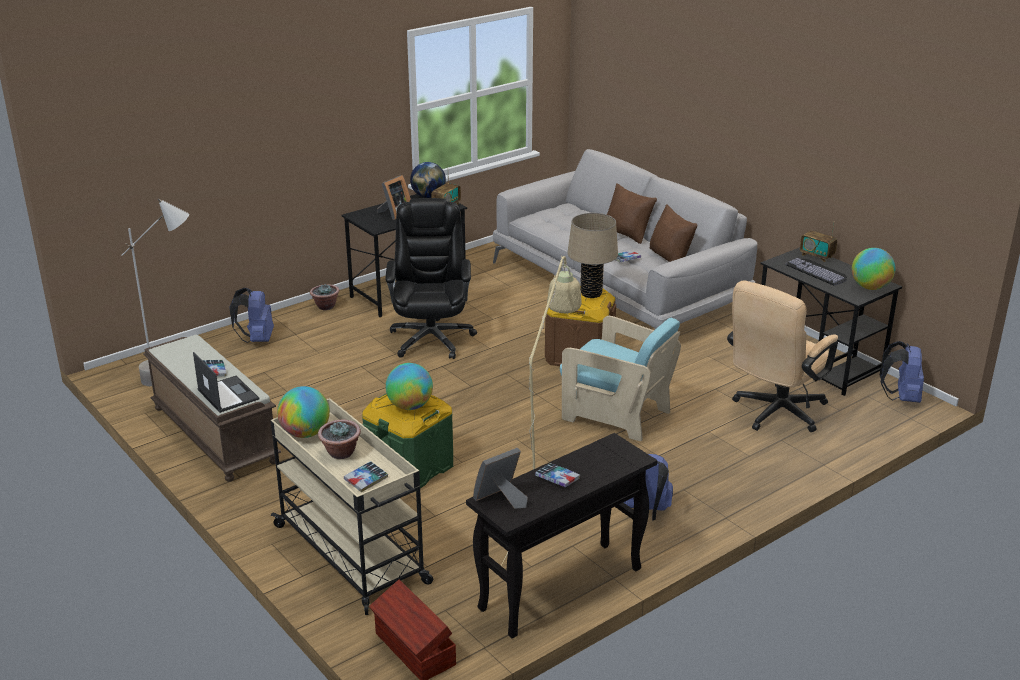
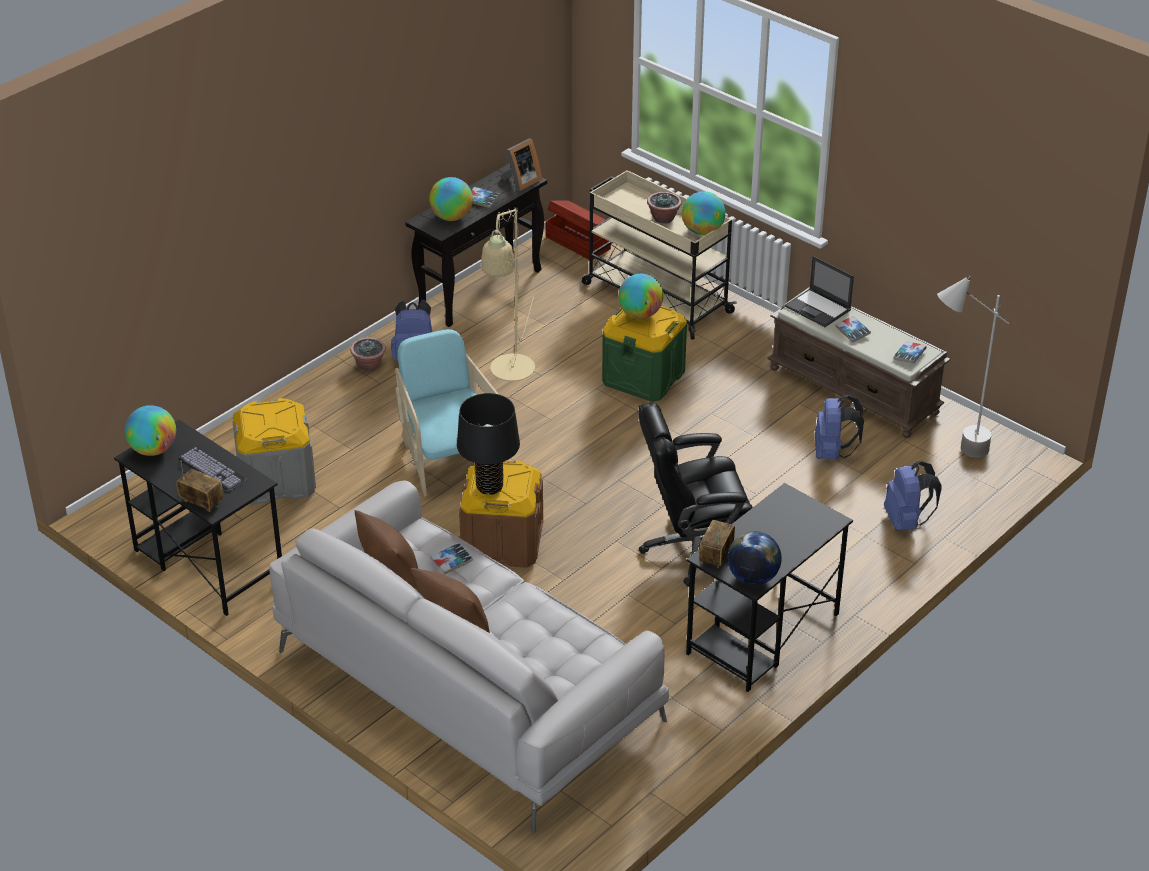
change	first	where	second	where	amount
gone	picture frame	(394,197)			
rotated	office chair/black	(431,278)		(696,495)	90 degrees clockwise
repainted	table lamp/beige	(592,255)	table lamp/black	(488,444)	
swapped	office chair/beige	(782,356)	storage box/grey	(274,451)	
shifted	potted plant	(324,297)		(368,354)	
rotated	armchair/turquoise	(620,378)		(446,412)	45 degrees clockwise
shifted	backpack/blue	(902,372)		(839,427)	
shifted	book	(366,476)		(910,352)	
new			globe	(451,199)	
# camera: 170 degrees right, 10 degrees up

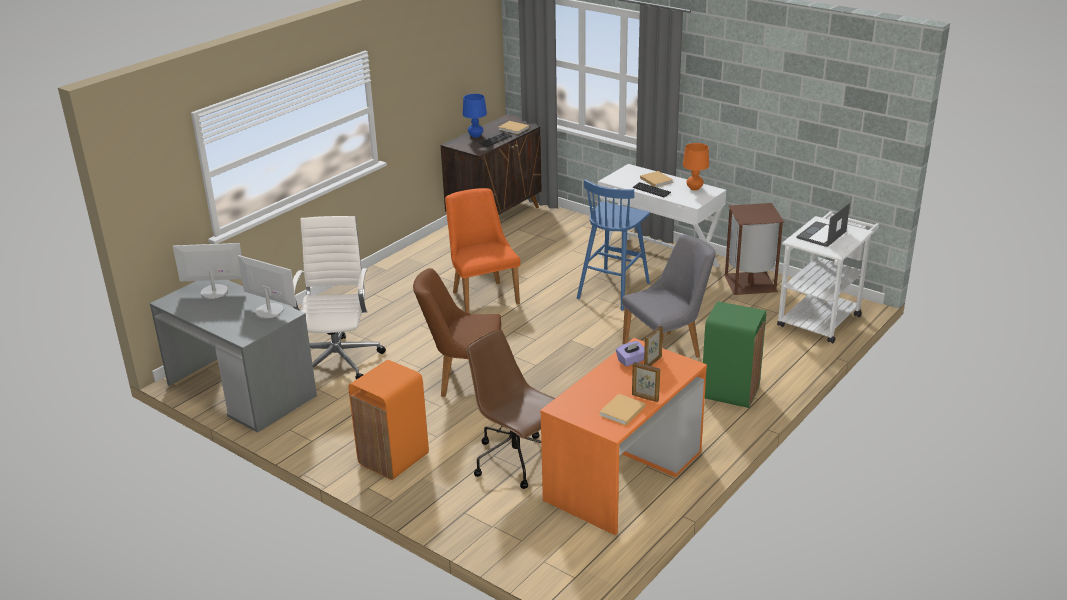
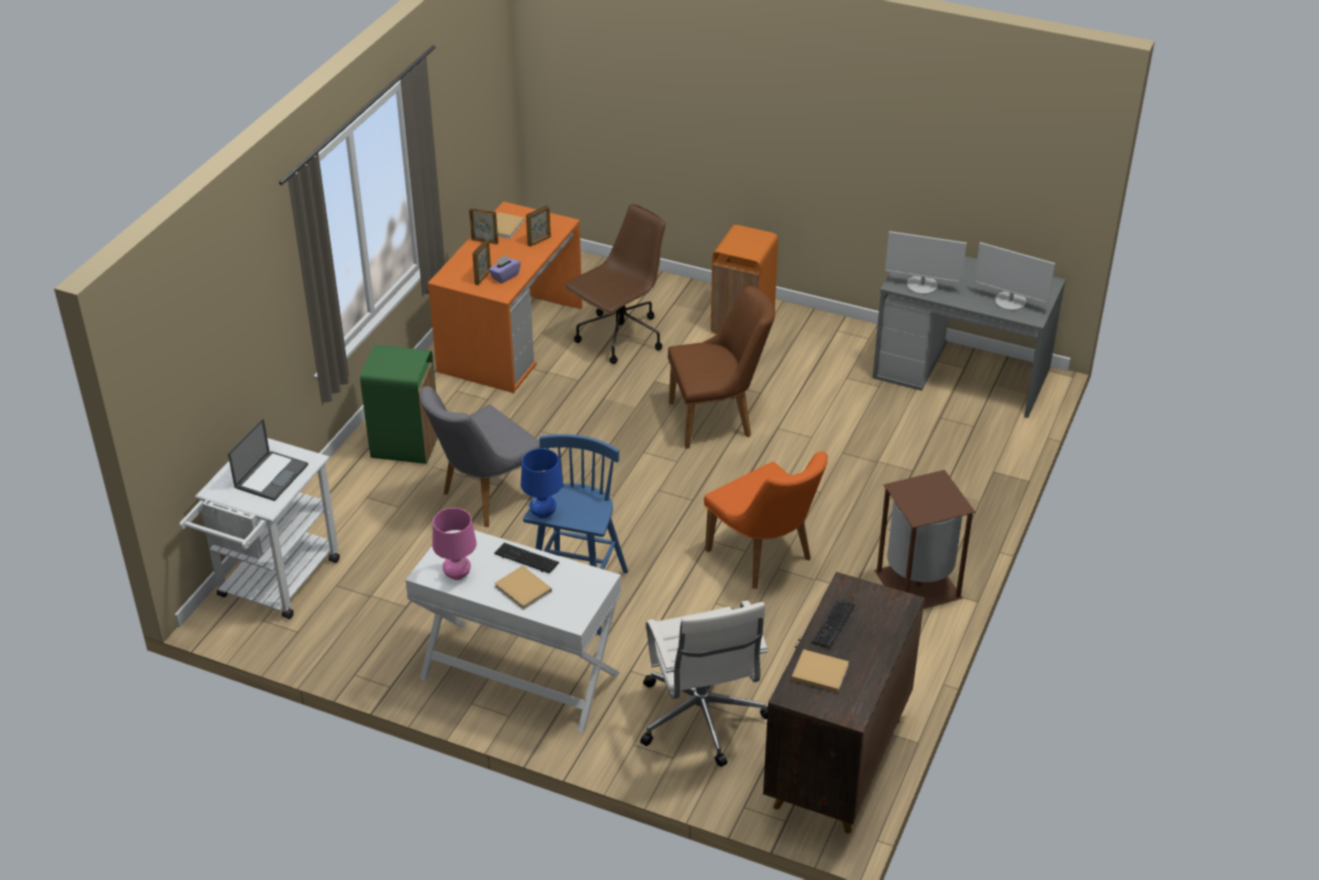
change	first	where	second	where	amount
shifted	table lamp/blue	(475,116)		(542,483)	
repainted	table lamp/orange	(696,167)	table lamp/pink	(454,544)	
shifted	trash can/brown	(754,249)		(925,539)	
shifted	office chair/white	(339,298)		(704,683)	
rotated	monitor	(207,271)		(1014,276)	45 degrees clockwise
rotated	office chair/brown	(510,409)		(615,284)	75 degrees counterclockwise
new			picture frame	(538,226)	
# camera: 165 degrees right, 10 degrees up

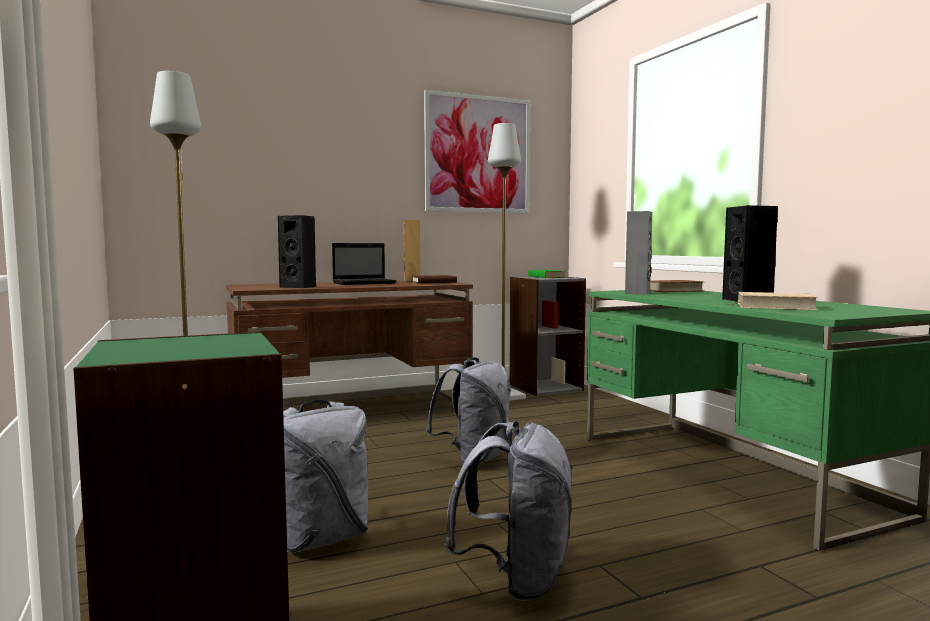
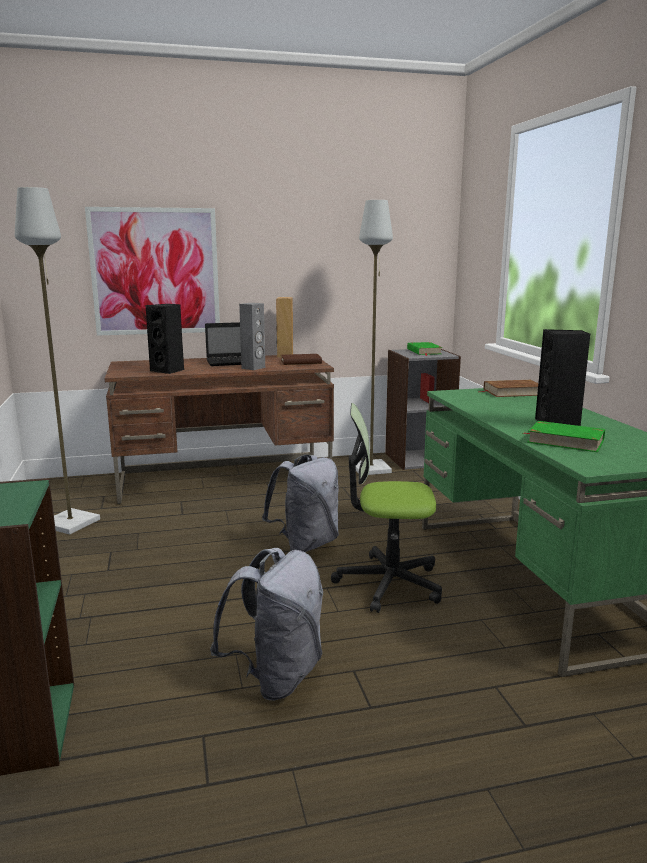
change	first	where	second	where	amount
shifted	picture	(477,151)		(152,271)	
shifted	speaker/grey	(638,252)		(252,336)	
repainted	book/beige	(772,301)	book/green	(564,436)	
gone	backpack/grey	(325,476)			
new			office chair	(386,508)	
# camera: 10 degrees right, 10 degrees up

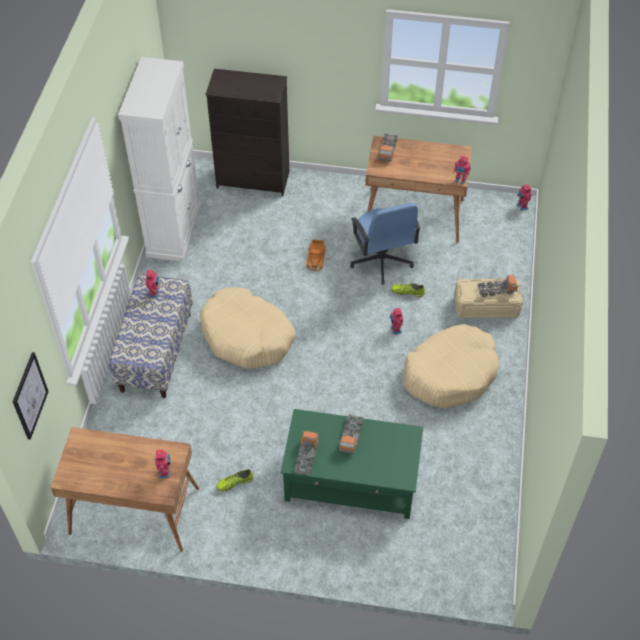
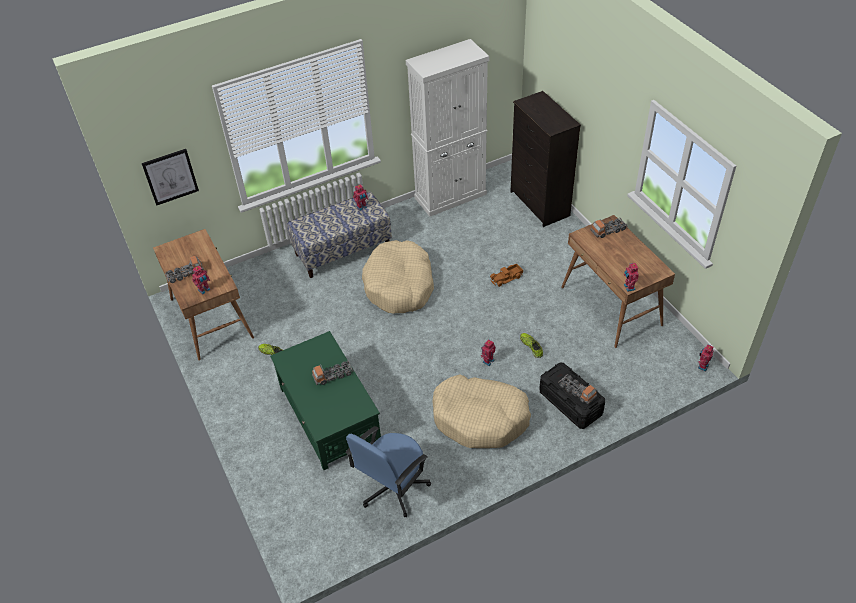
change	first	where	second	where	amount
shifted	office chair/blue	(385,244)		(388,471)	
repainted	storage box/beige	(488,298)	storage box/black	(572,396)	
shifted	toy truck	(306,453)		(184,269)	
# camera: 55 degrees right, 5 degrees down

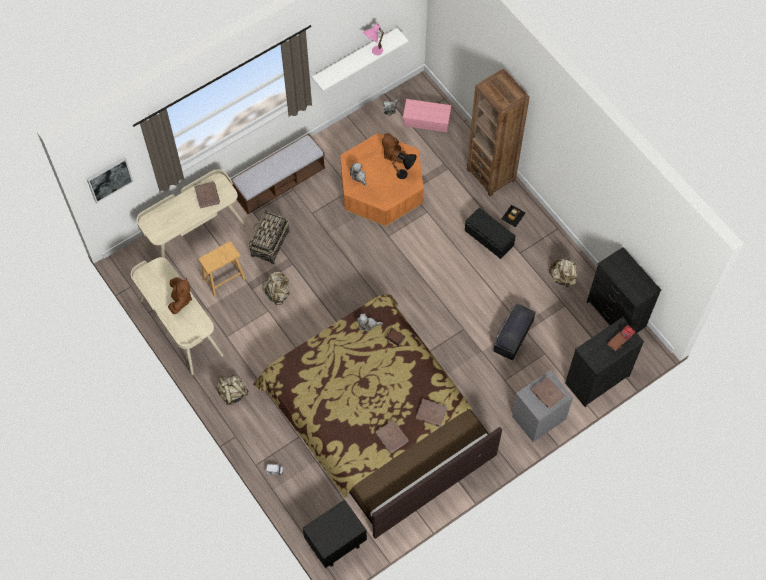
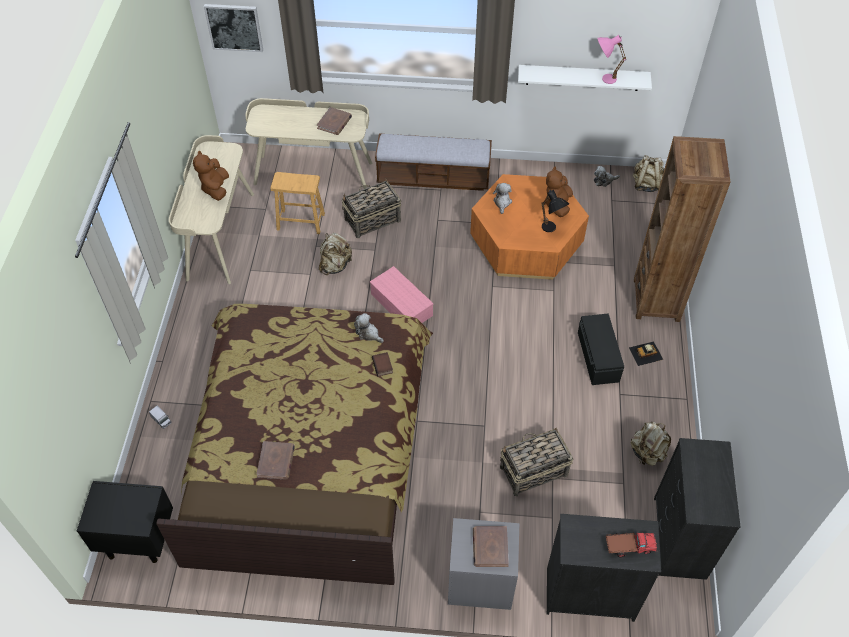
change	first	where	second	where	amount
shifted	storage box/pink	(427,115)		(402,294)	
rotated	plush toy/brown	(180,295)		(211,176)	135 degrees clockwise
swapped	storage box/black	(514,332)	basket	(536,462)	
shifted	backpack/beige	(232,390)		(648,173)	
gone	book/brown	(431,413)			
# camera: 40 degrees right, 10 degrees down

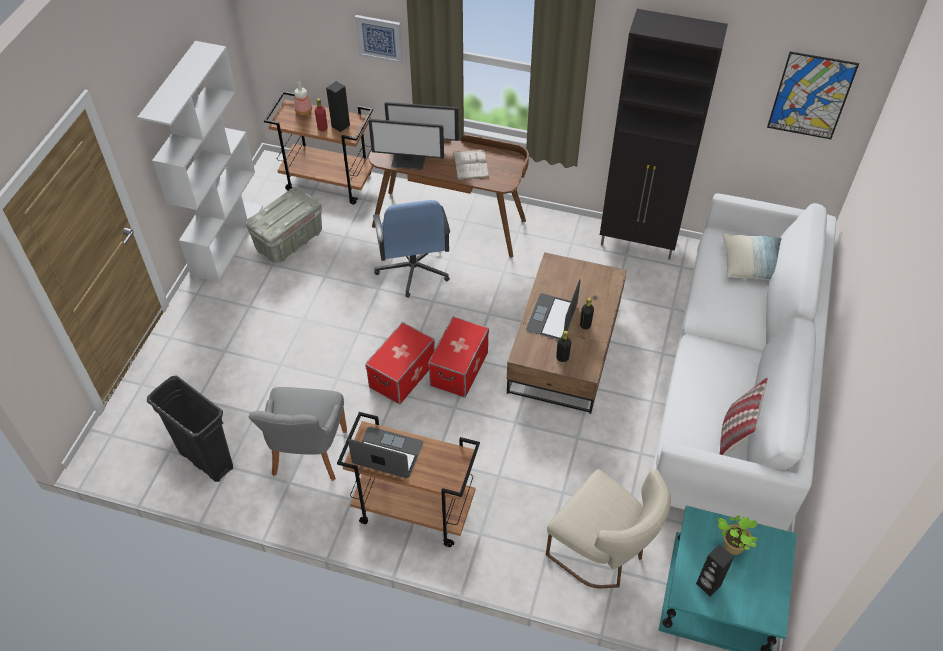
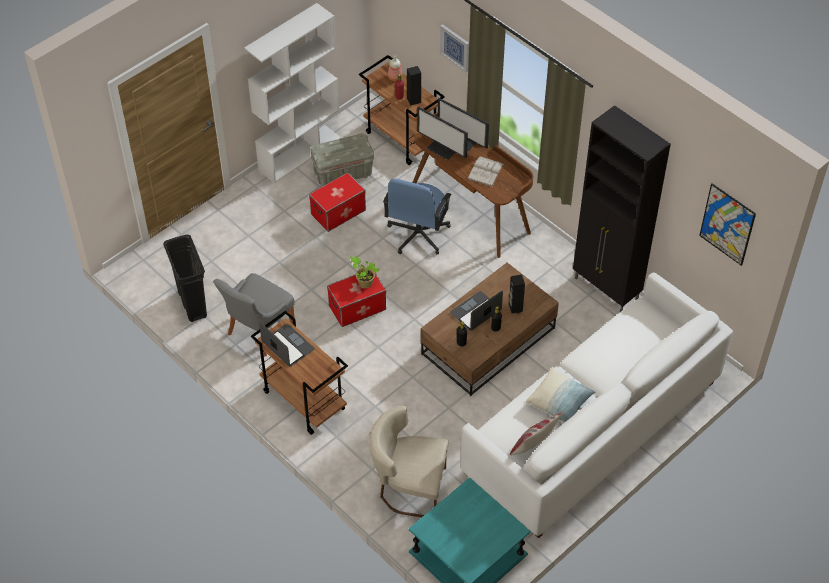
change	first	where	second	where	amount
shifted	pillow	(752,256)		(560,395)	
shifted	storage box	(458,357)		(337,202)	
rotated	chair/beige	(608,528)		(408,461)	120 degrees clockwise
shifted	potted plant	(737,535)		(364,272)	
shifted	speaker/black	(715,570)		(517,293)	
# camera: 30 degrees right, 0 degrees up

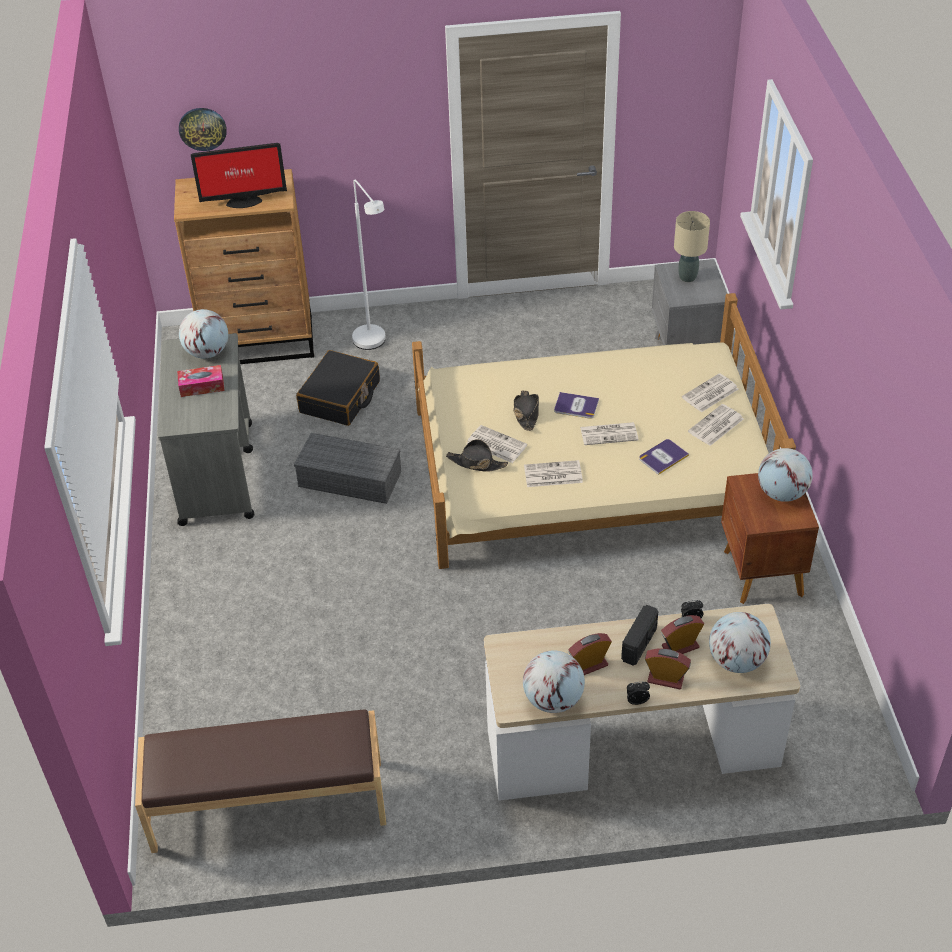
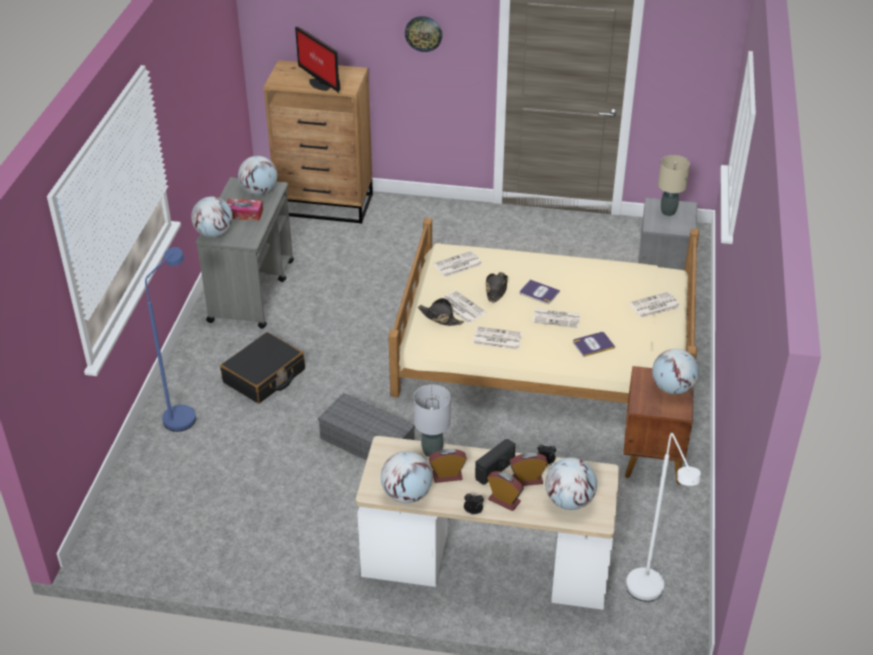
change	first	where	second	where	amount
shifted	wall clock	(203,129)		(423,34)	
rotated	monitor	(239,175)		(317,60)	45 degrees clockwise
shifted	floor lamp/white	(369,265)		(663,517)	
shifted	suitcase/black	(338,388)		(262,367)	
shifted	newspaper	(716,425)		(457,264)	
shifted	storage box/grey	(347,468)		(366,427)	
gone	bench/brown	(260,781)			
new			globe	(212,217)	
new			floor lamp/blue	(170,339)	
new			table lamp/grey	(432,420)	
# camera: 15 degrees right, 5 degrees down

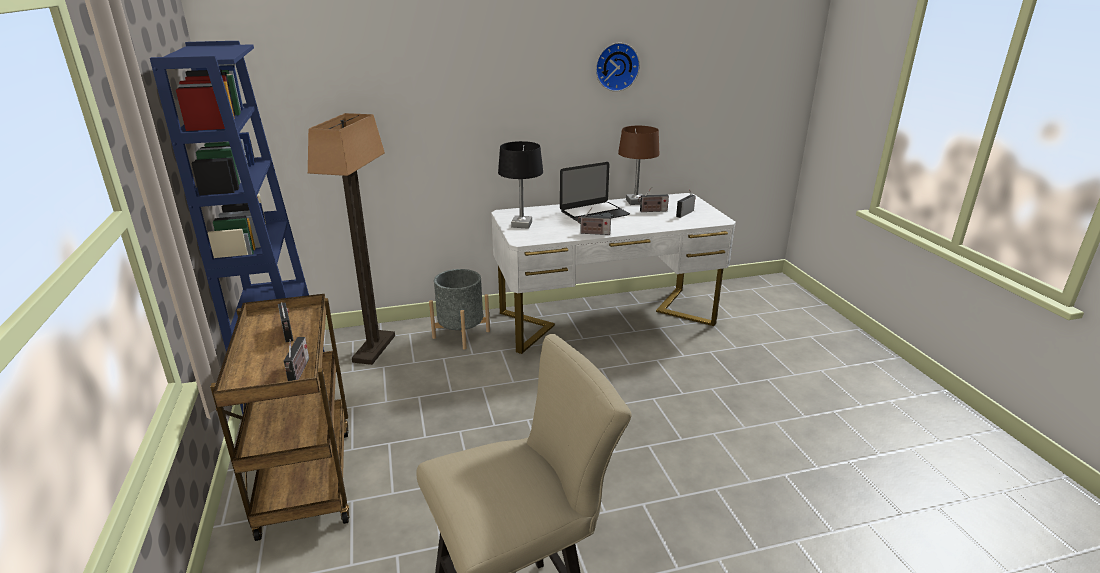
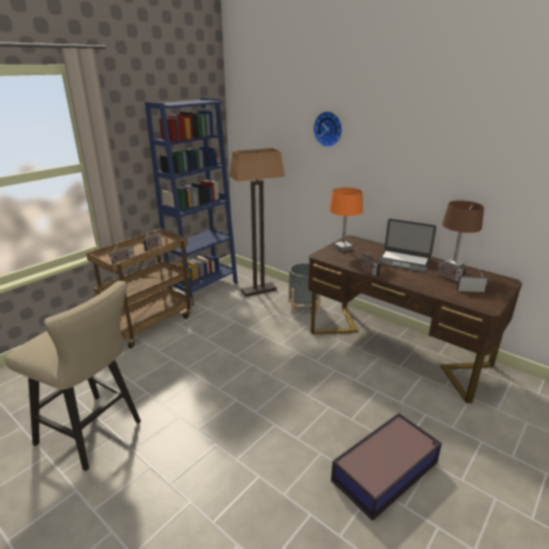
change	first	where	second	where	amount
shifted	wall clock	(618,67)		(327,129)	
repainted	table lamp/black	(520,185)	table lamp/orange	(346,219)	
repainted	desk/white	(613,273)	desk/brown	(415,319)	
new			storage box	(386,467)	
# camera: 55 degrees right, 0 degrees up

